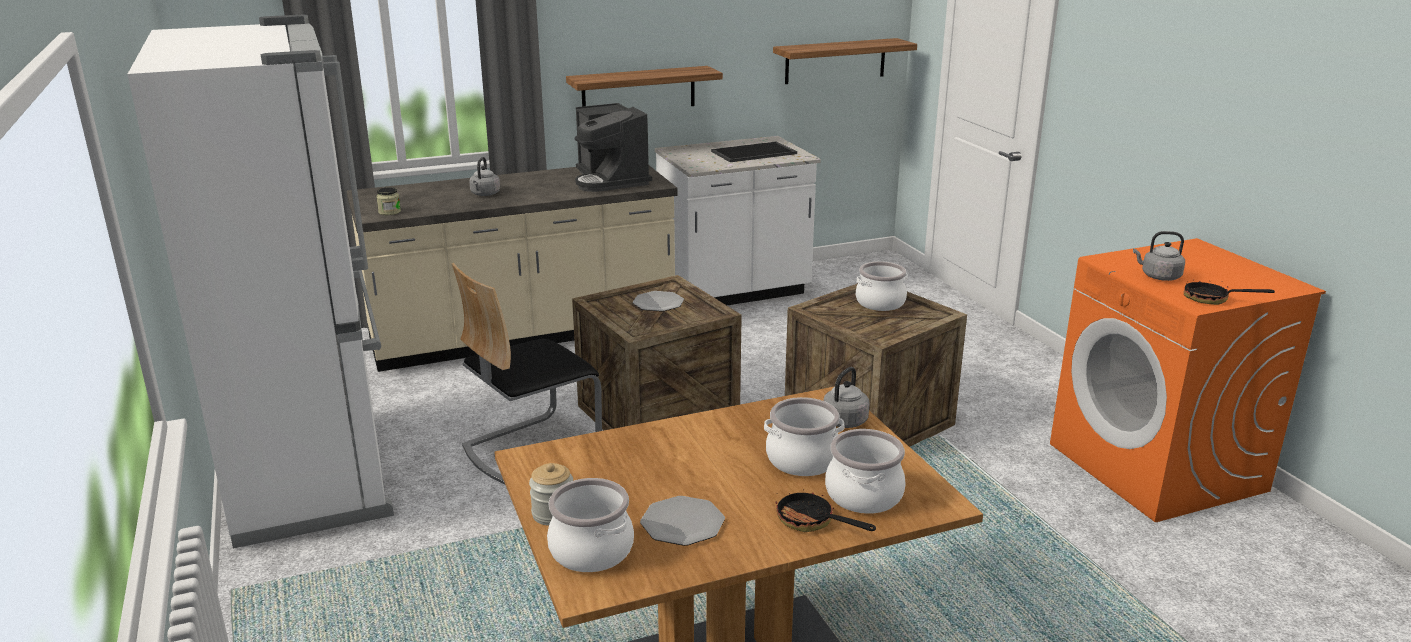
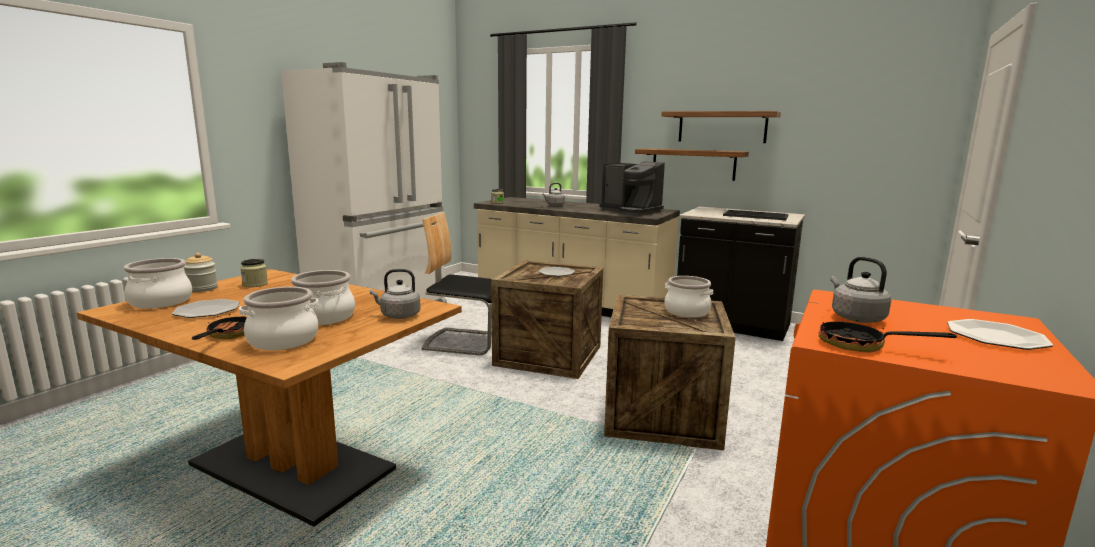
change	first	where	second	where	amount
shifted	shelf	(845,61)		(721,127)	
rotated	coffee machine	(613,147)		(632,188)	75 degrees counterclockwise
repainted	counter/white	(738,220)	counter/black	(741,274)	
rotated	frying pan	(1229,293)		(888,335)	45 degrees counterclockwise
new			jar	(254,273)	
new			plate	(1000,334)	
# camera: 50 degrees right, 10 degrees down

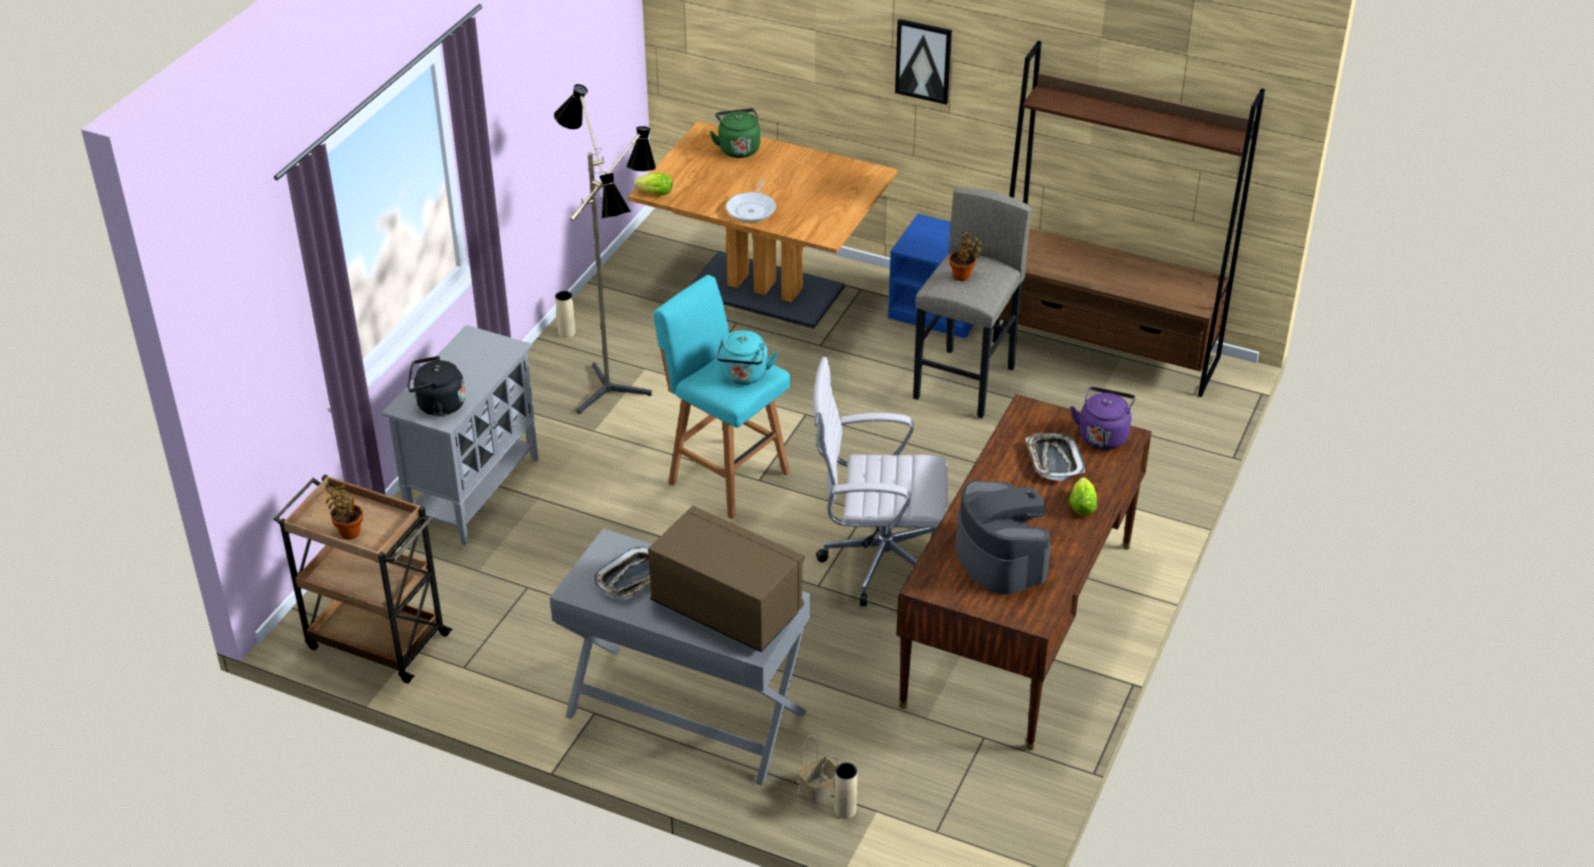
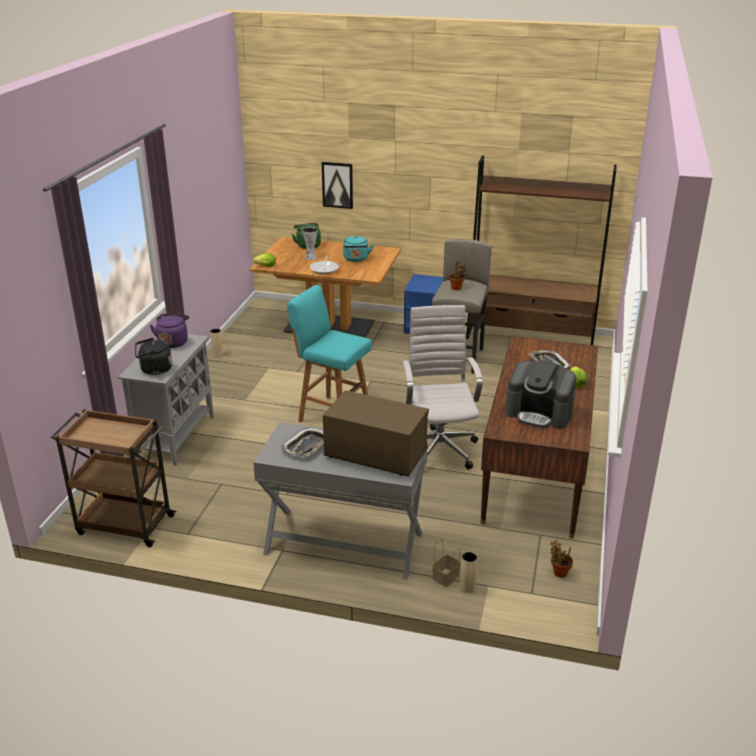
change	first	where	second	where	amount
shifted	picture	(923,61)		(337,185)	
gone	floor lamp	(605,249)			
shifted	kettle/turquoise	(747,357)		(358,249)	
rotated	office chair/white	(881,481)		(442,388)	90 degrees clockwise
shifted	kettle/purple	(1103,418)		(169,331)	
rotated	coffee machine	(1003,537)		(540,394)	150 degrees clockwise
shifted	potted plant	(344,511)		(561,558)	
new			vase	(309,243)	
# camera: 10 degrees left, 10 degrees down

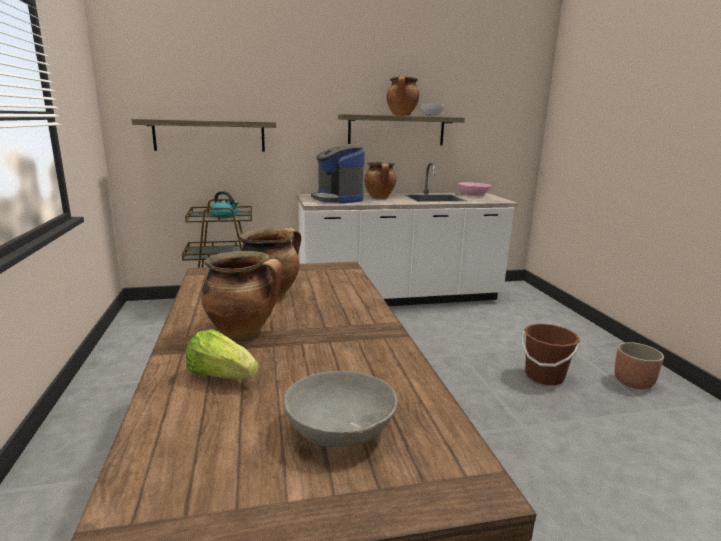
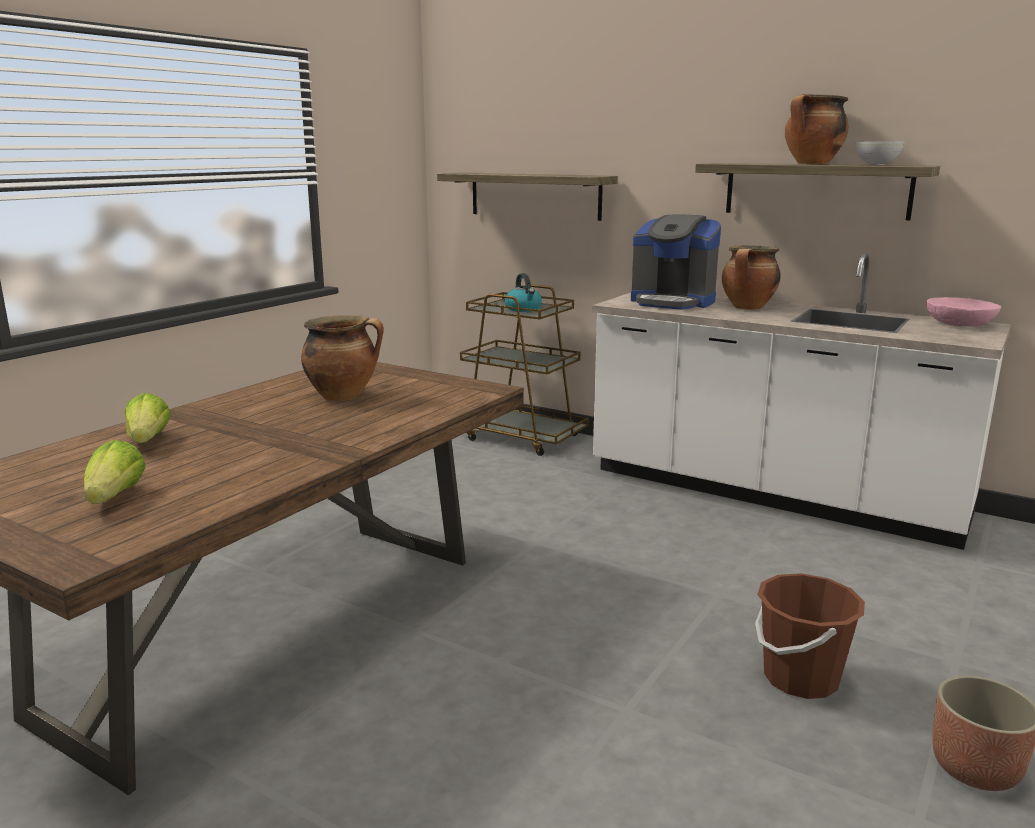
change	first	where	second	where	amount
rotated	coffee machine	(338,174)		(676,262)	75 degrees counterclockwise
gone	cooking pot	(242,294)			
swapped	bowl/grey	(341,409)	lettuce	(115,472)	
# camera: 45 degrees right, 0 degrees up

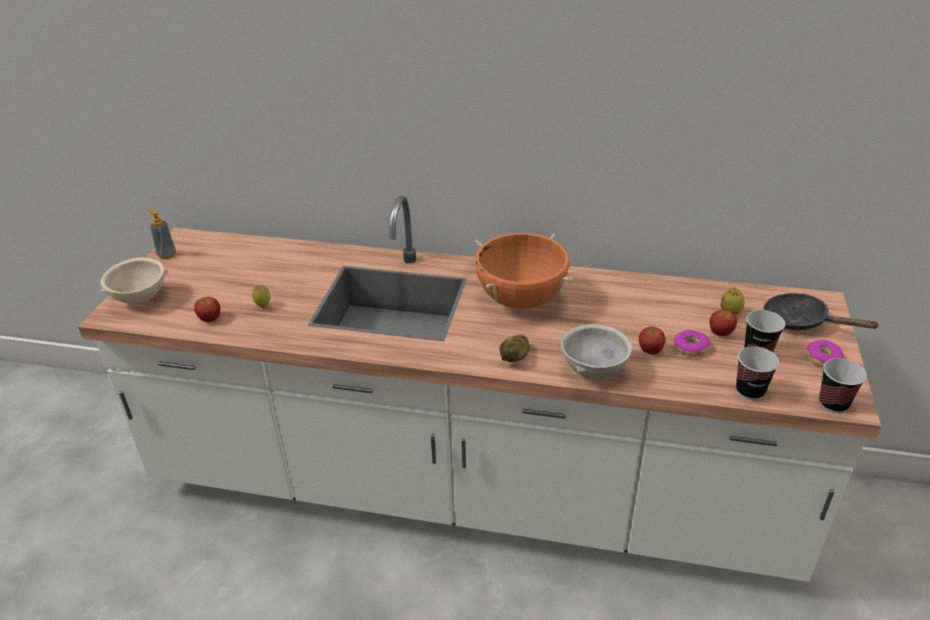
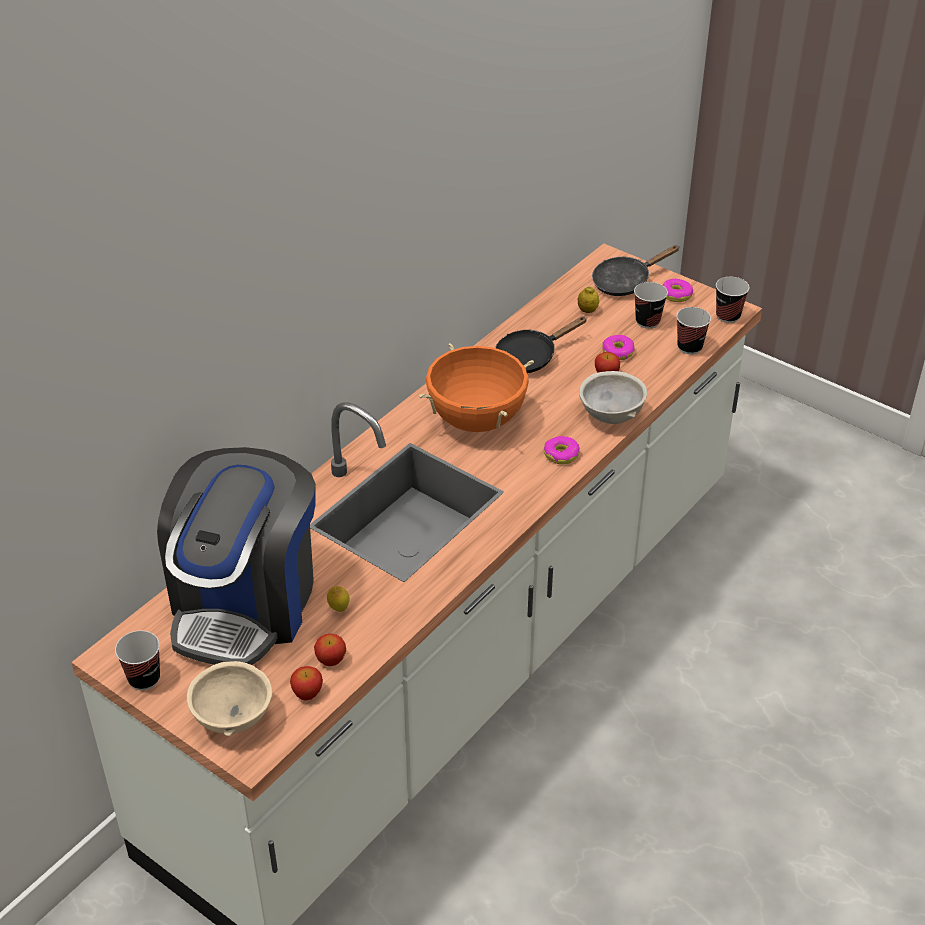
change	first	where	second	where	amount
swapped	soap dispenser	(162,234)	cup	(137,660)	
shifted	apple	(723,323)		(306,683)	
swapped	potato	(514,348)	donut	(562,450)	
new			frying pan/black	(540,344)	
new			coffee machine	(236,556)	
# camera: 65 degrees left, 5 degrees up

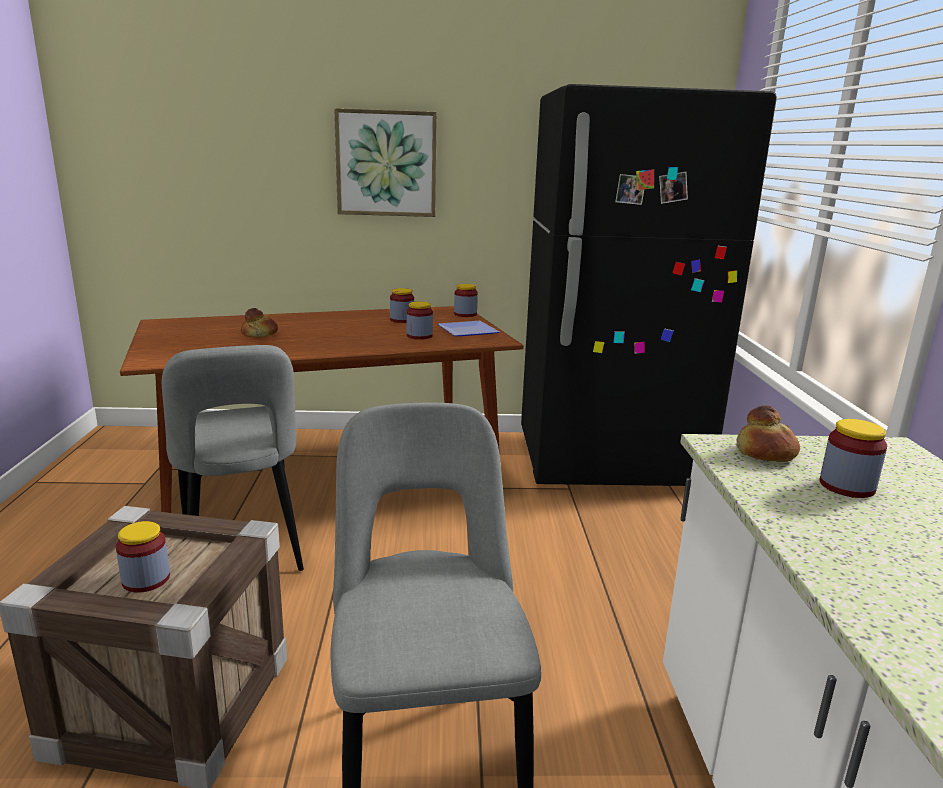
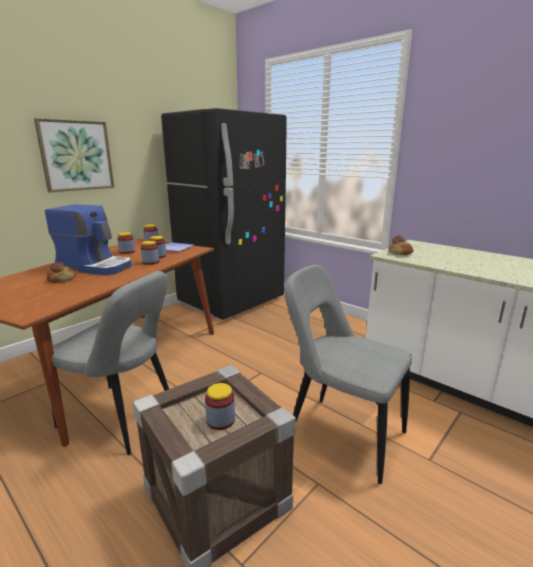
change	first	where	second	where	amount
shifted	jar	(853,458)		(150,253)	
new			coffee machine	(88,239)	
# camera: 45 degrees left, 0 degrees up

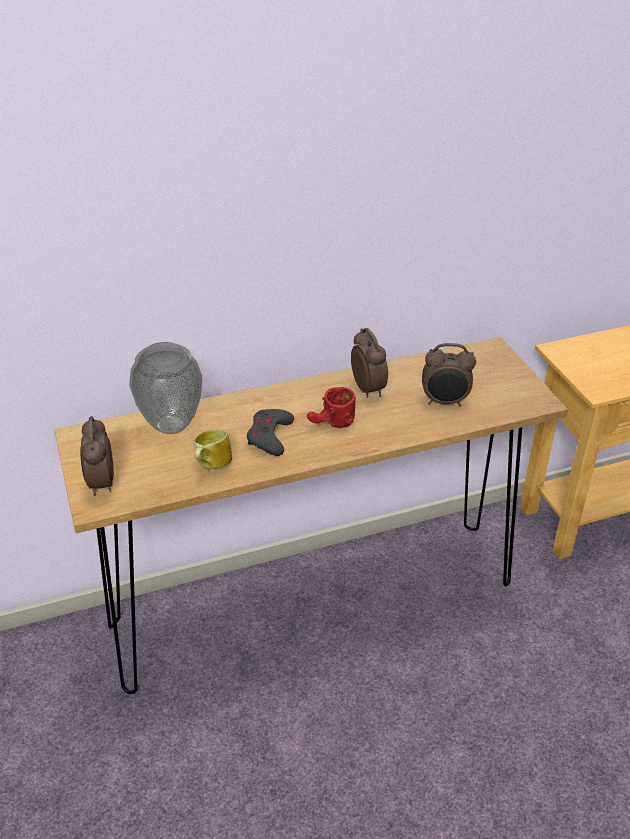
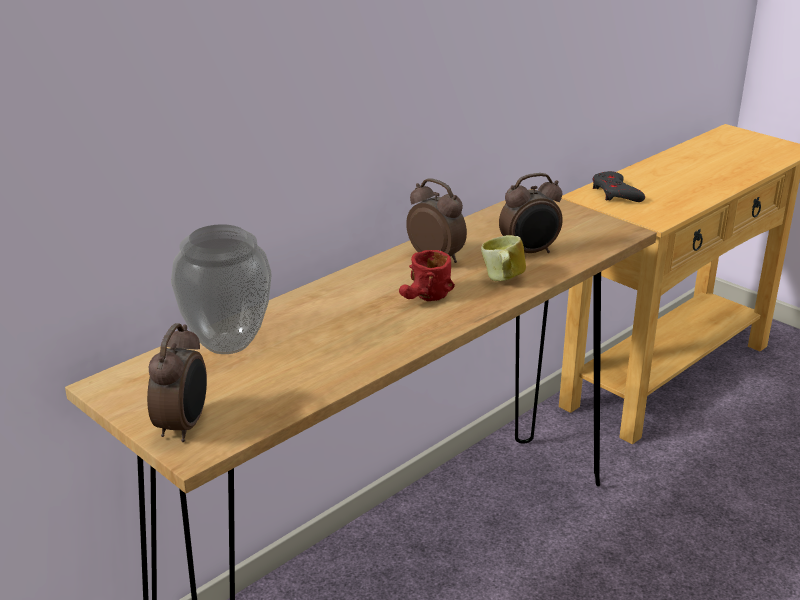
change	first	where	second	where	amount
shifted	game controller/grey	(270,432)		(619,186)	
rotated	alarm clock	(97,456)		(177,382)	135 degrees counterclockwise
shifted	mug	(213,449)		(503,258)	
# camera: 25 degrees left, 10 degrees down

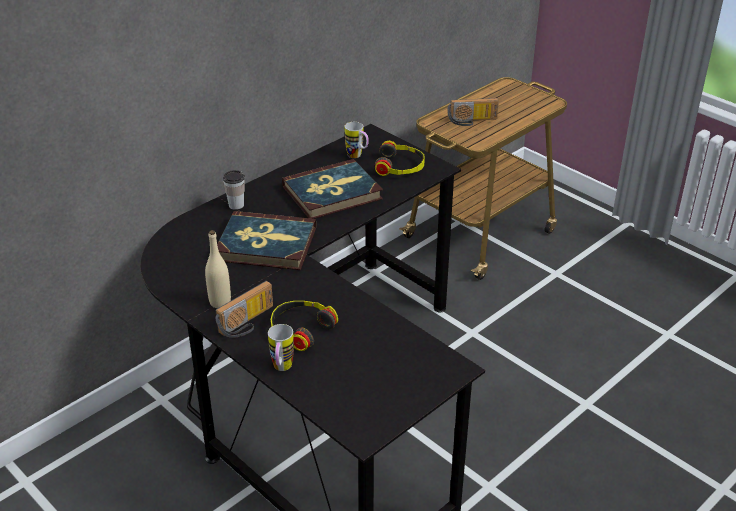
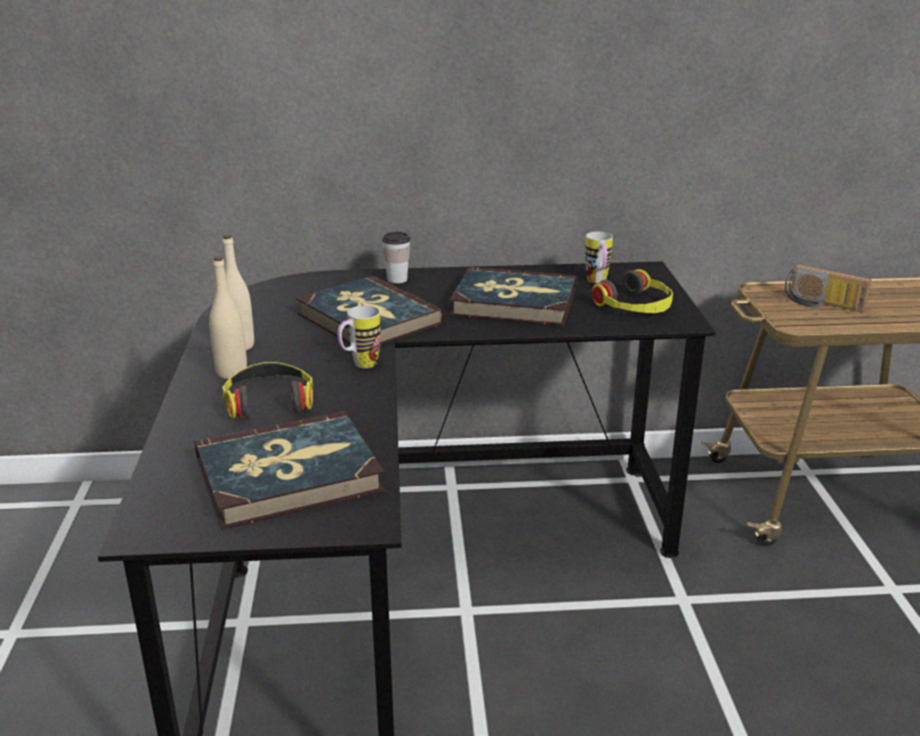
change	first	where	second	where	amount
swapped	radio	(244,309)	bottle/beige	(228,317)	
shifted	mug	(281,347)		(359,337)	
new			book	(290,470)	
# camera: 40 degrees right, 10 degrees down

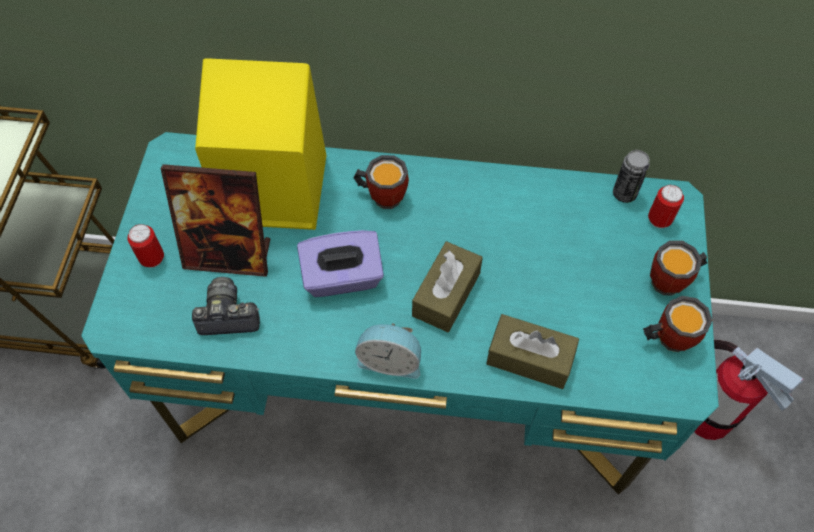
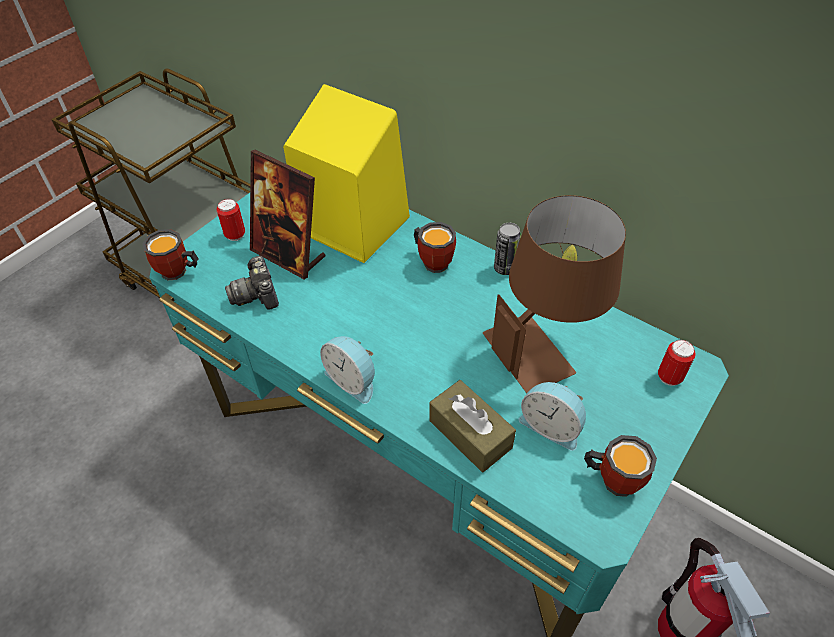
change	first	where	second	where	amount
shifted	can	(631,176)		(507,249)	
gone	tissue box/purple	(340,263)			
gone	tissue box/brown	(447,286)			
shifted	mug	(678,268)		(170,254)	
rotated	photo camera	(226,306)		(252,283)	135 degrees counterclockwise
new			table lamp/brown	(554,294)	
new			alarm clock	(552,416)	
# camera: 30 degrees right, 10 degrees down

